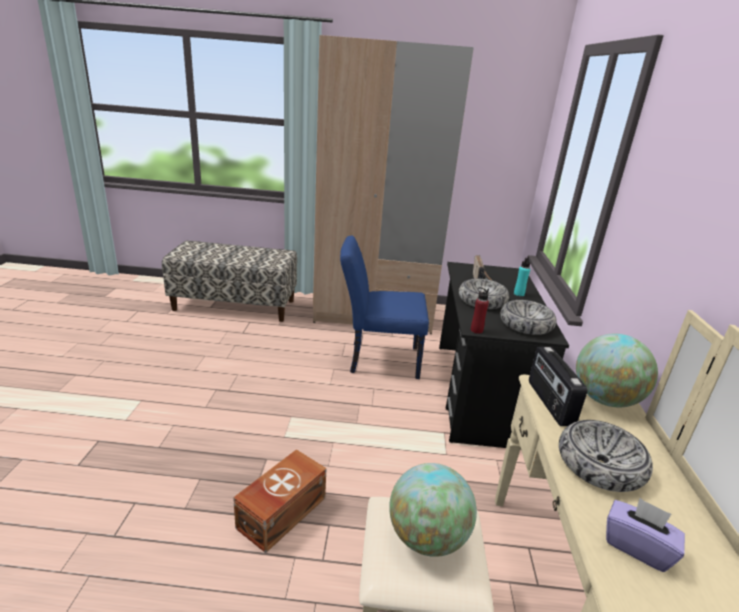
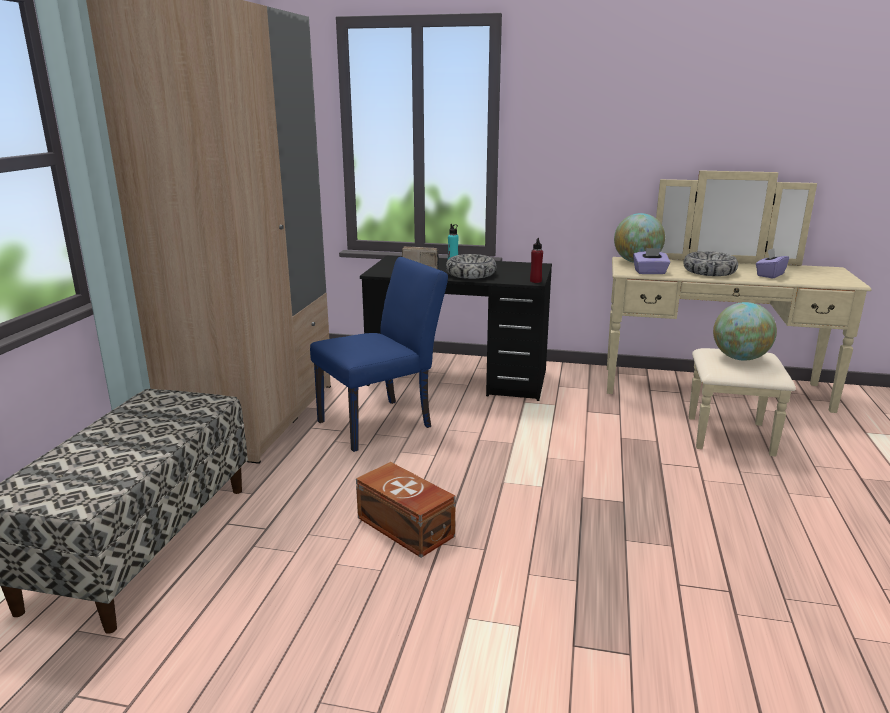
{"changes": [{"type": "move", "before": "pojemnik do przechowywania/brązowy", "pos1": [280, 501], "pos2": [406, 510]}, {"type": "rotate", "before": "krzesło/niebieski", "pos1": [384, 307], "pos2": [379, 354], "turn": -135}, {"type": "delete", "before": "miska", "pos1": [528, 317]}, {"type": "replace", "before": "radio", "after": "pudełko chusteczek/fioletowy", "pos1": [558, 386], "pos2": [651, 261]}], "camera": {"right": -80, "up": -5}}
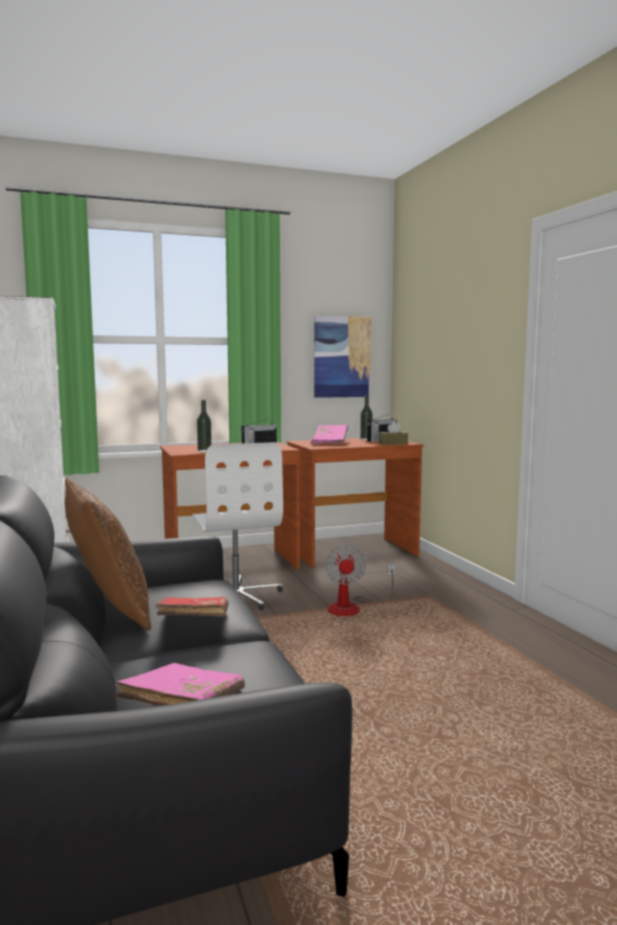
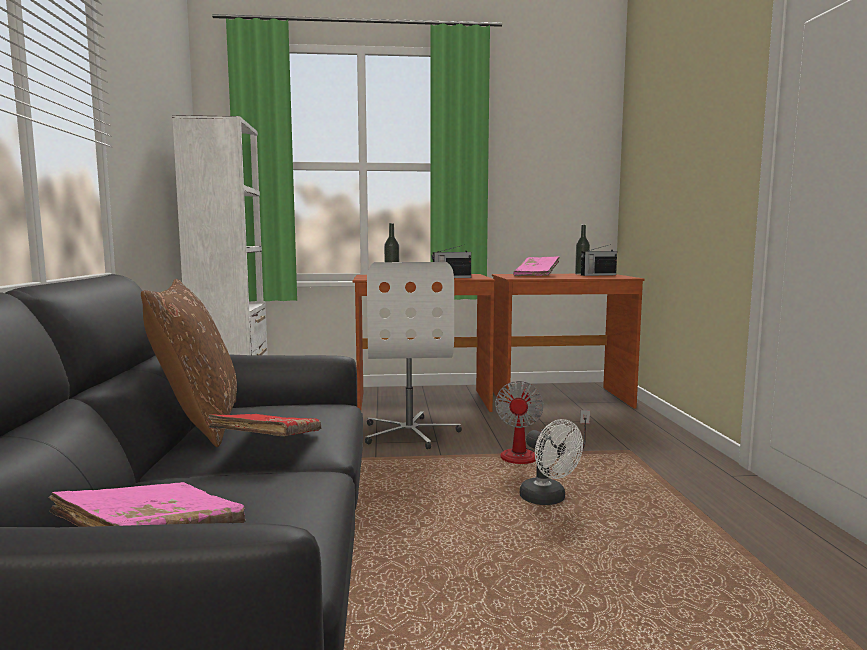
{"changes": [{"type": "delete", "before": "obraz", "pos1": [342, 356]}, {"type": "delete", "before": "pudełko chusteczek/brązowy", "pos1": [393, 433]}, {"type": "insert", "after": "wentylator/biały", "pos2": [551, 462]}], "camera": {"right": 15, "up": 0}}
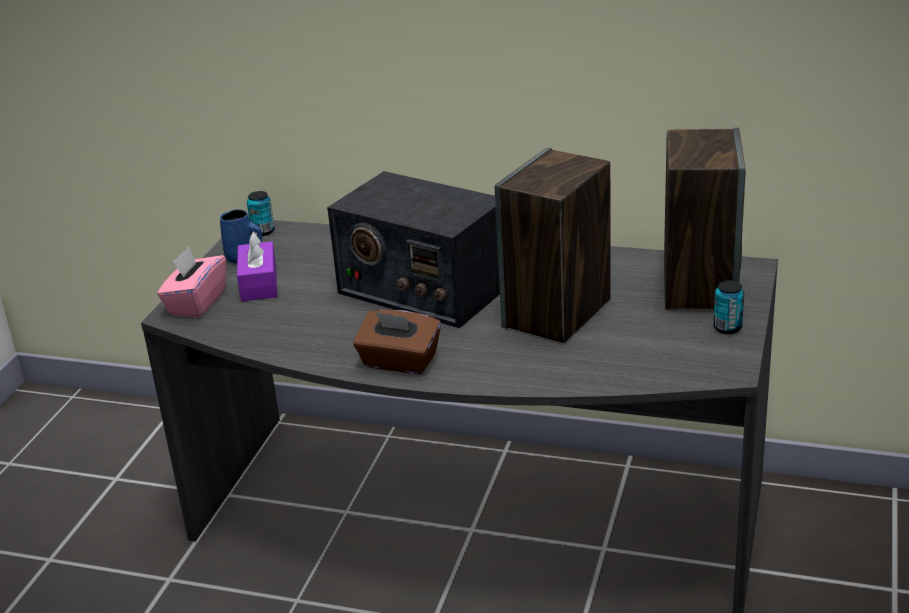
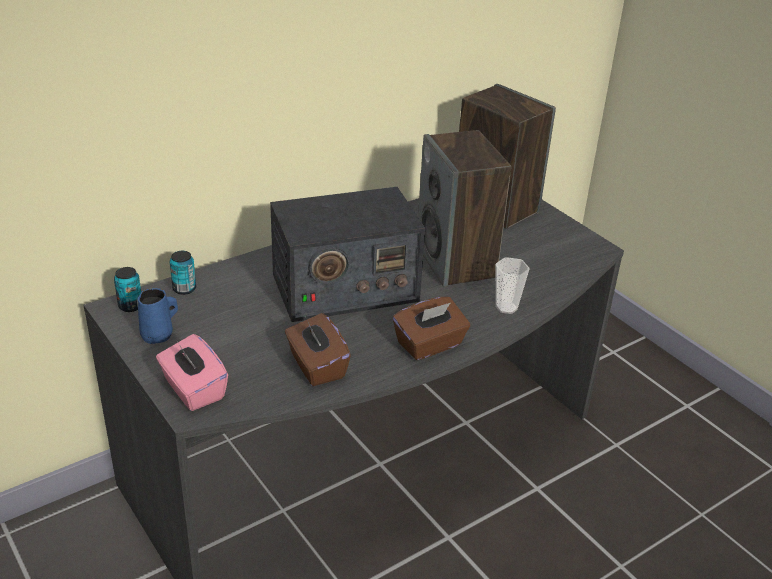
{"changes": [{"type": "delete", "before": "pudełko chusteczek/fioletowy", "pos1": [257, 266]}, {"type": "move", "before": "puszka", "pos1": [729, 307], "pos2": [183, 273]}, {"type": "insert", "after": "pudełko chusteczek/brązowy", "pos2": [318, 349]}, {"type": "insert", "after": "filiżanka", "pos2": [512, 285]}], "camera": {"right": -55, "up": 5}}
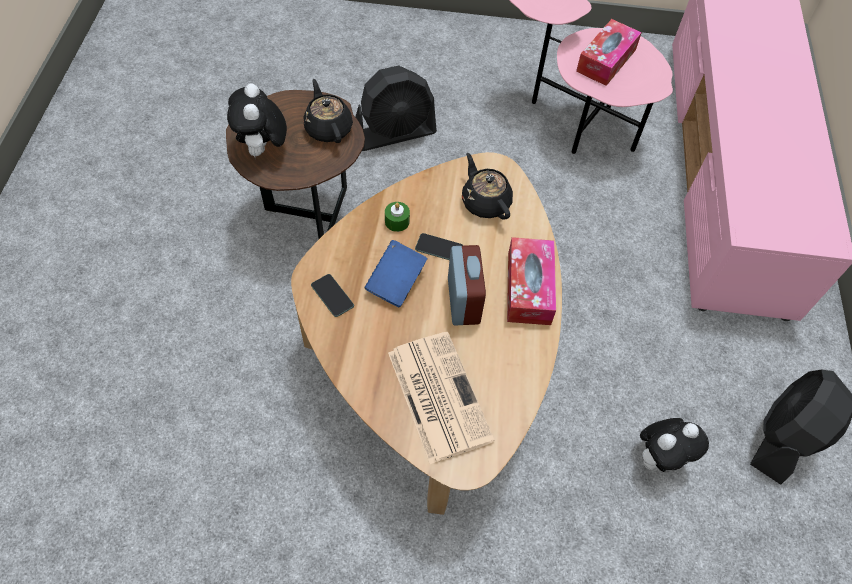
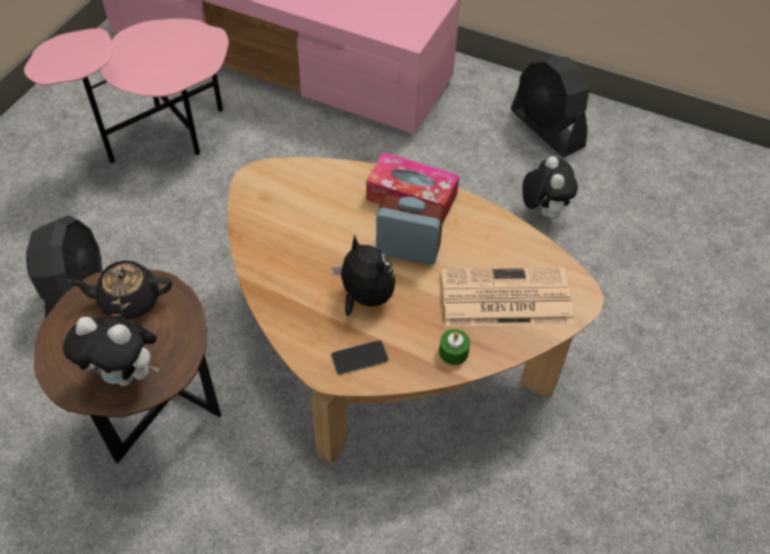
{"changes": [{"type": "replace", "before": "książka/niebieski", "after": "pluszak", "pos1": [396, 273], "pos2": [364, 275]}, {"type": "move", "before": "świeca/zielony", "pos1": [397, 217], "pos2": [454, 347]}, {"type": "delete", "before": "telefon", "pos1": [439, 246]}, {"type": "delete", "before": "imbryk/czarny", "pos1": [487, 186]}, {"type": "delete", "before": "pudełko chusteczek", "pos1": [609, 52]}], "camera": {"right": -70, "up": -5}}
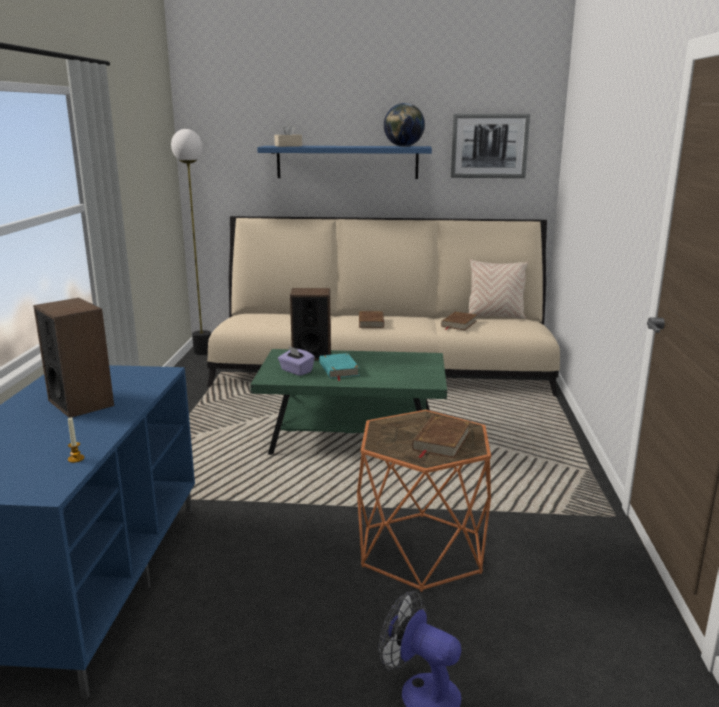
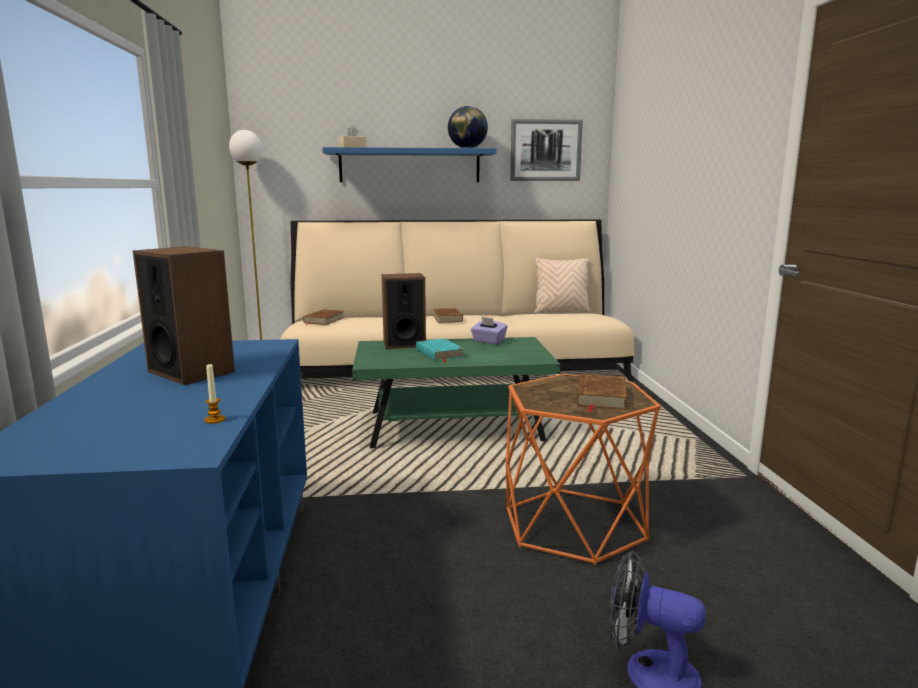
{"changes": [{"type": "move", "before": "pudełko chusteczek/fioletowy", "pos1": [296, 361], "pos2": [489, 330]}, {"type": "move", "before": "książka/brązowy", "pos1": [459, 321], "pos2": [323, 317]}], "camera": {"right": -10, "up": -5}}
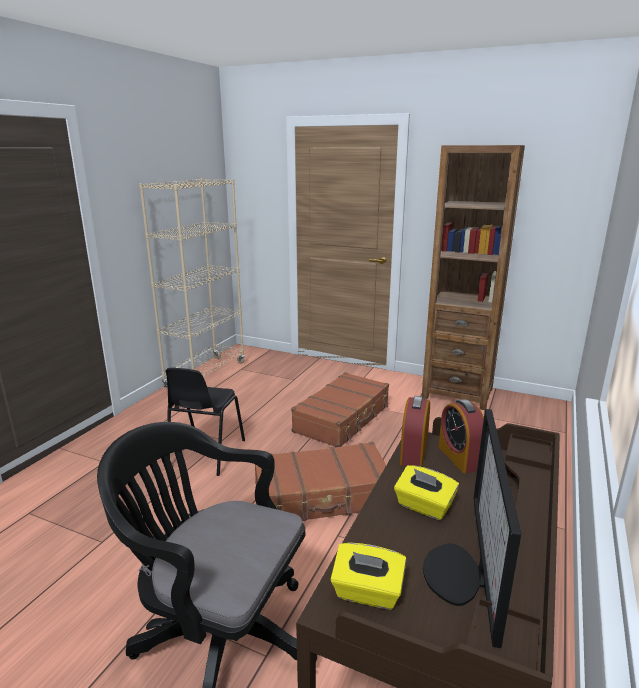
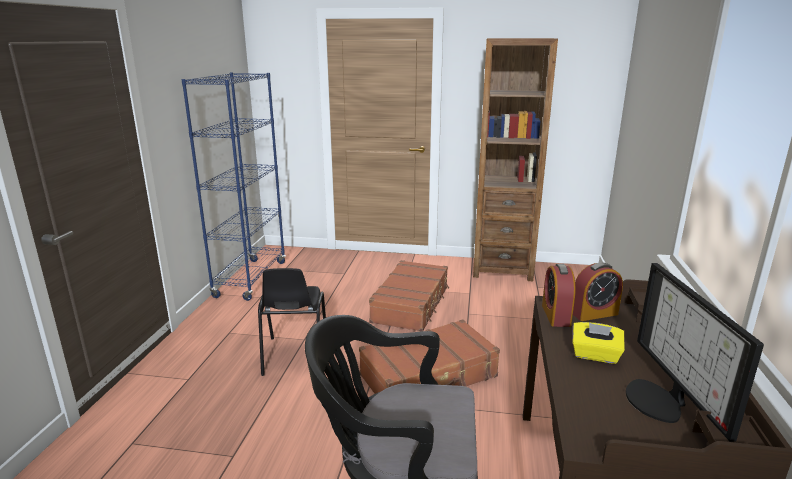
{"changes": [{"type": "recolor", "before": "regał/beżowy", "after": "regał/niebieski", "pos1": [192, 283], "pos2": [233, 186]}, {"type": "delete", "before": "pudełko chusteczek/żółty", "pos1": [368, 576]}, {"type": "rotate", "before": "budzik", "pos1": [461, 436], "pos2": [598, 291], "turn": -75}], "camera": {"right": -15, "up": 0}}
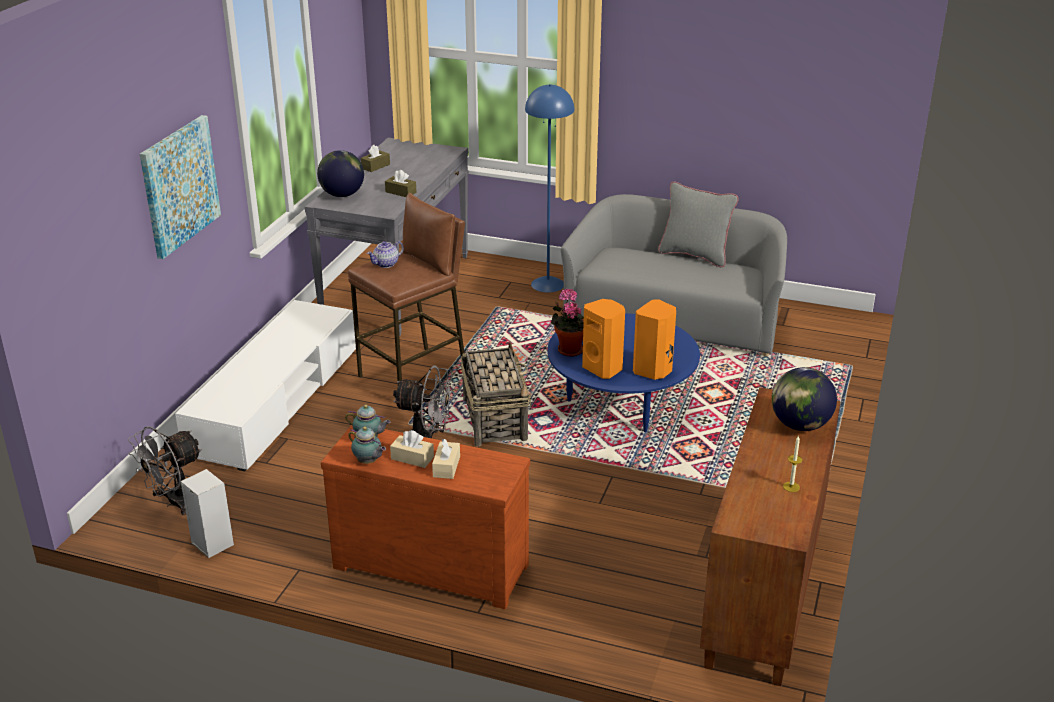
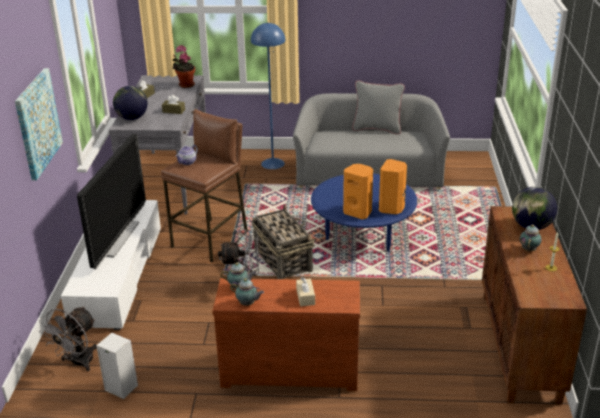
{"changes": [{"type": "delete", "before": "pudełko chusteczek/beżowy", "pos1": [412, 449]}, {"type": "move", "before": "roślina doniczkowa", "pos1": [567, 323], "pos2": [184, 66]}, {"type": "insert", "after": "telewizor", "pos2": [111, 201]}, {"type": "insert", "after": "imbryk", "pos2": [531, 238]}], "camera": {"right": -15, "up": 0}}
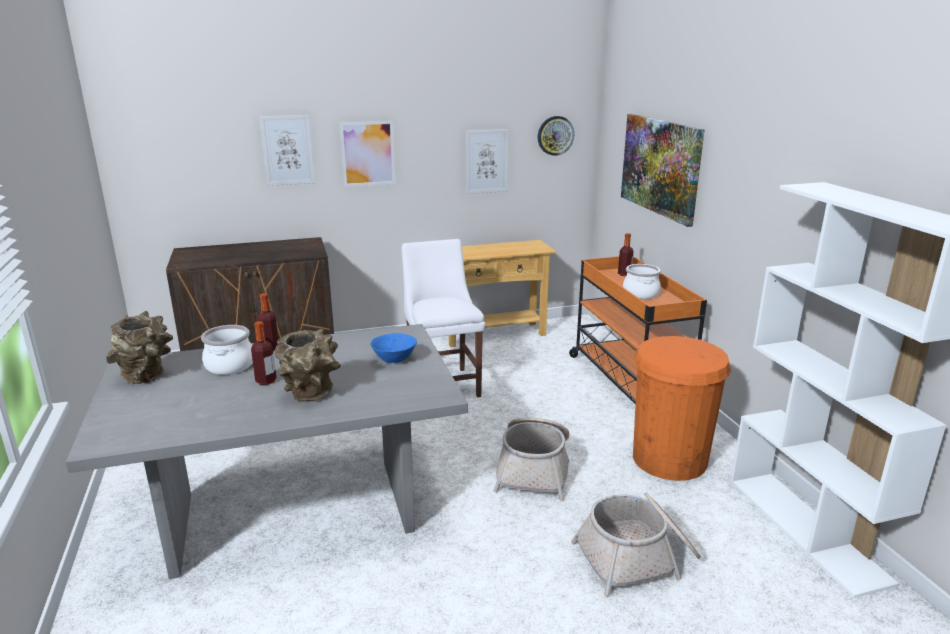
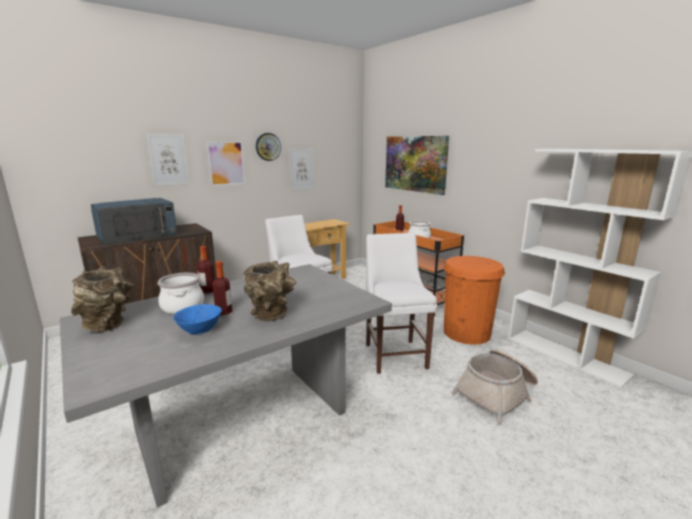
{"changes": [{"type": "move", "before": "miska/niebieski", "pos1": [393, 348], "pos2": [197, 319]}, {"type": "replace", "before": "koszyk", "after": "krzesło/biały", "pos1": [531, 459], "pos2": [401, 303]}, {"type": "move", "before": "zegar ścienny", "pos1": [556, 136], "pos2": [268, 147]}, {"type": "insert", "after": "mikrofalówka/niebieski", "pos2": [134, 221]}], "camera": {"right": -20, "up": -5}}
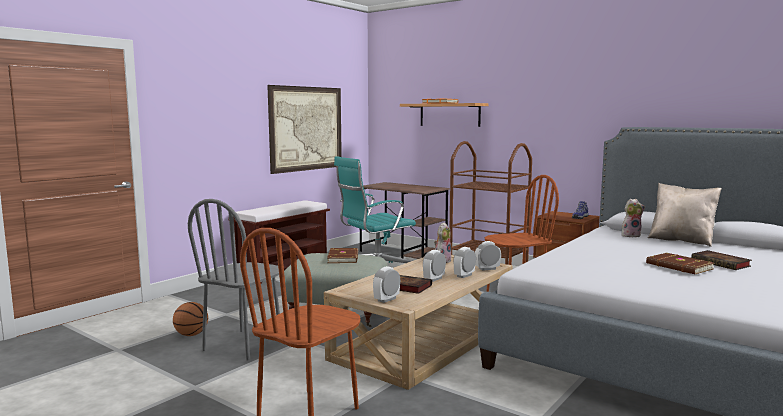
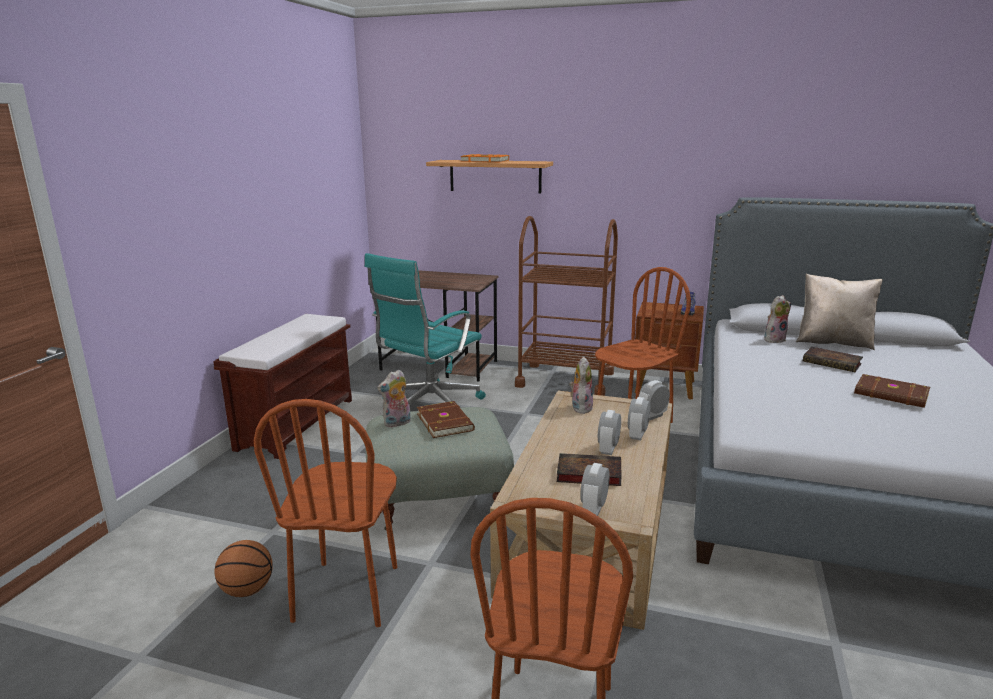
{"changes": [{"type": "recolor", "before": "krzesło/szary", "after": "krzesło/brązowy", "pos1": [234, 280], "pos2": [325, 513]}, {"type": "delete", "before": "obraz", "pos1": [304, 129]}, {"type": "move", "before": "książka", "pos1": [721, 260], "pos2": [833, 359]}, {"type": "insert", "after": "pluszak", "pos2": [394, 398]}], "camera": {"right": -20, "up": 10}}
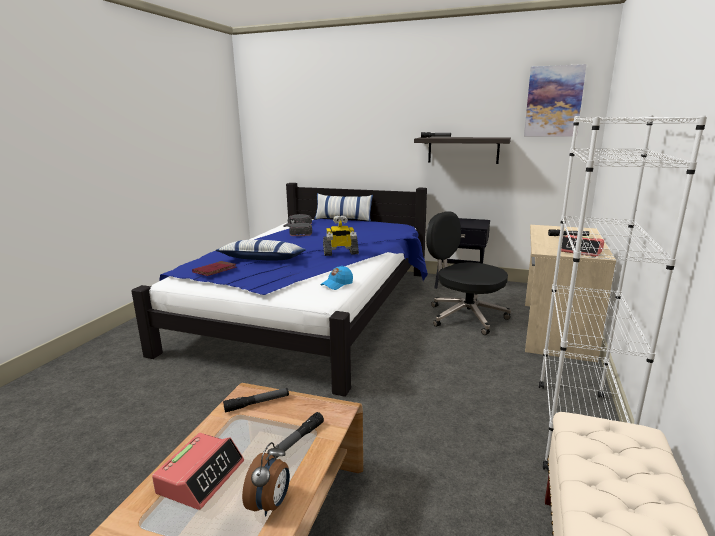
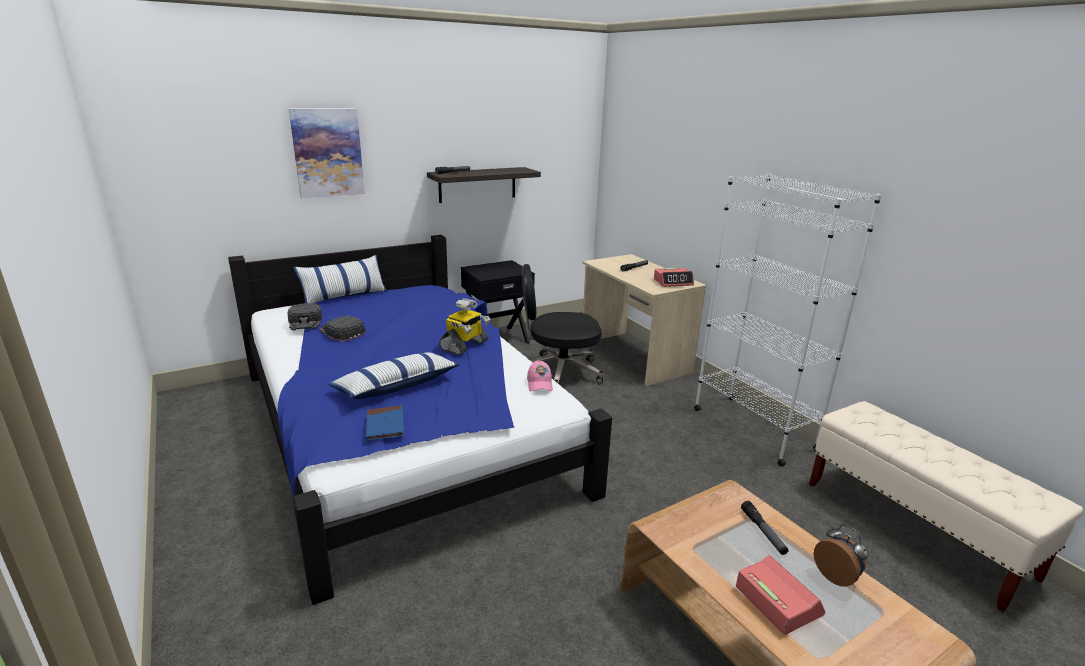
{"changes": [{"type": "recolor", "before": "książka/czerwony", "after": "książka/niebieski", "pos1": [214, 268], "pos2": [385, 423]}, {"type": "delete", "before": "latarka", "pos1": [256, 400]}, {"type": "recolor", "before": "czapka z daszkiem/niebieski", "after": "czapka z daszkiem/różowy", "pos1": [336, 278], "pos2": [540, 376]}, {"type": "move", "before": "obraz", "pos1": [555, 100], "pos2": [327, 153]}], "camera": {"right": -50, "up": 5}}
